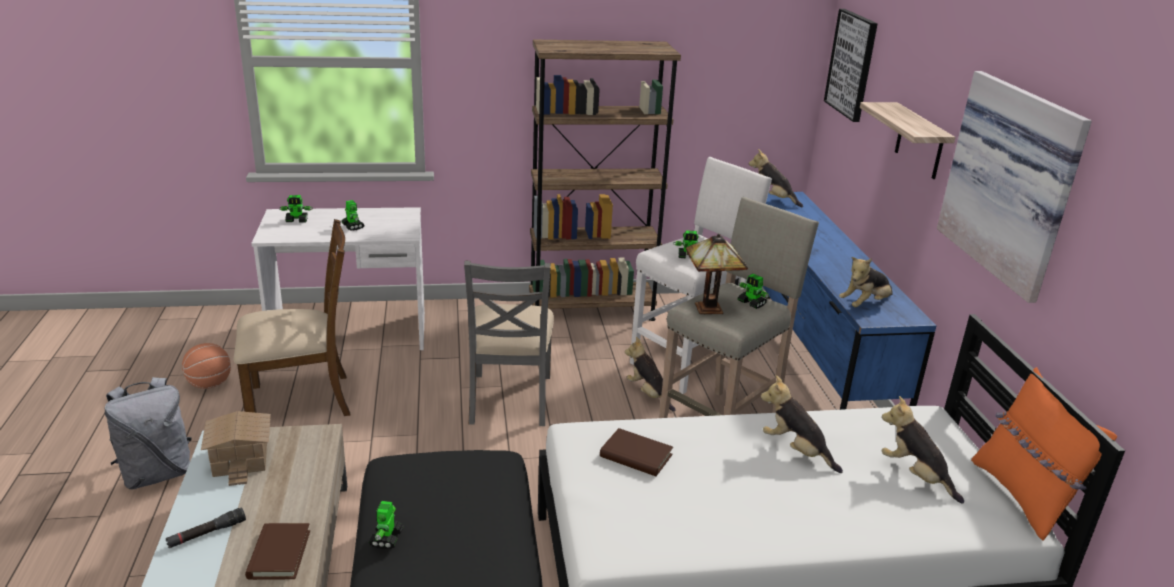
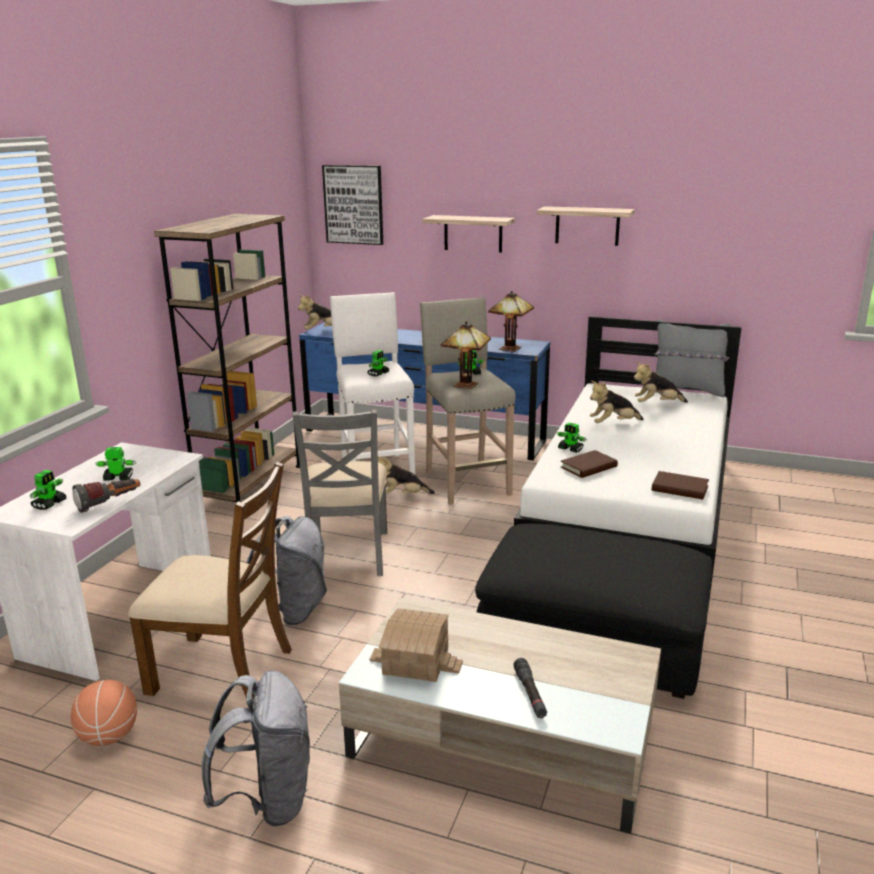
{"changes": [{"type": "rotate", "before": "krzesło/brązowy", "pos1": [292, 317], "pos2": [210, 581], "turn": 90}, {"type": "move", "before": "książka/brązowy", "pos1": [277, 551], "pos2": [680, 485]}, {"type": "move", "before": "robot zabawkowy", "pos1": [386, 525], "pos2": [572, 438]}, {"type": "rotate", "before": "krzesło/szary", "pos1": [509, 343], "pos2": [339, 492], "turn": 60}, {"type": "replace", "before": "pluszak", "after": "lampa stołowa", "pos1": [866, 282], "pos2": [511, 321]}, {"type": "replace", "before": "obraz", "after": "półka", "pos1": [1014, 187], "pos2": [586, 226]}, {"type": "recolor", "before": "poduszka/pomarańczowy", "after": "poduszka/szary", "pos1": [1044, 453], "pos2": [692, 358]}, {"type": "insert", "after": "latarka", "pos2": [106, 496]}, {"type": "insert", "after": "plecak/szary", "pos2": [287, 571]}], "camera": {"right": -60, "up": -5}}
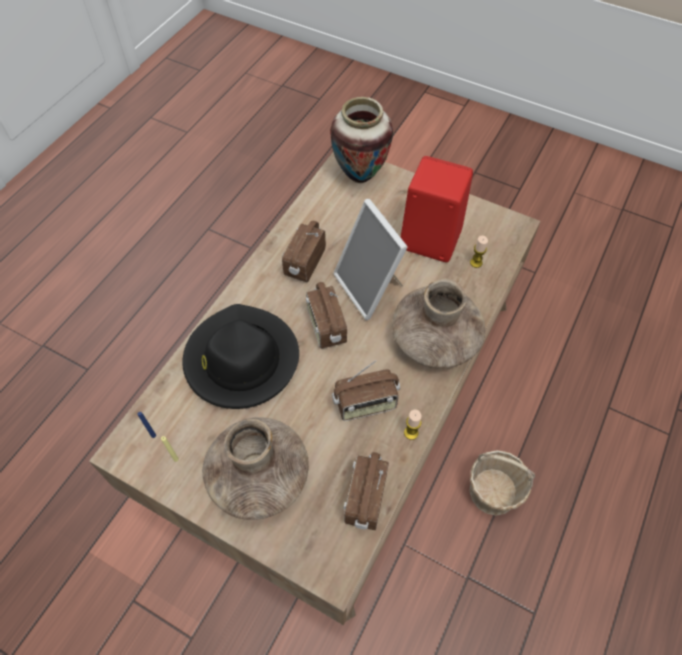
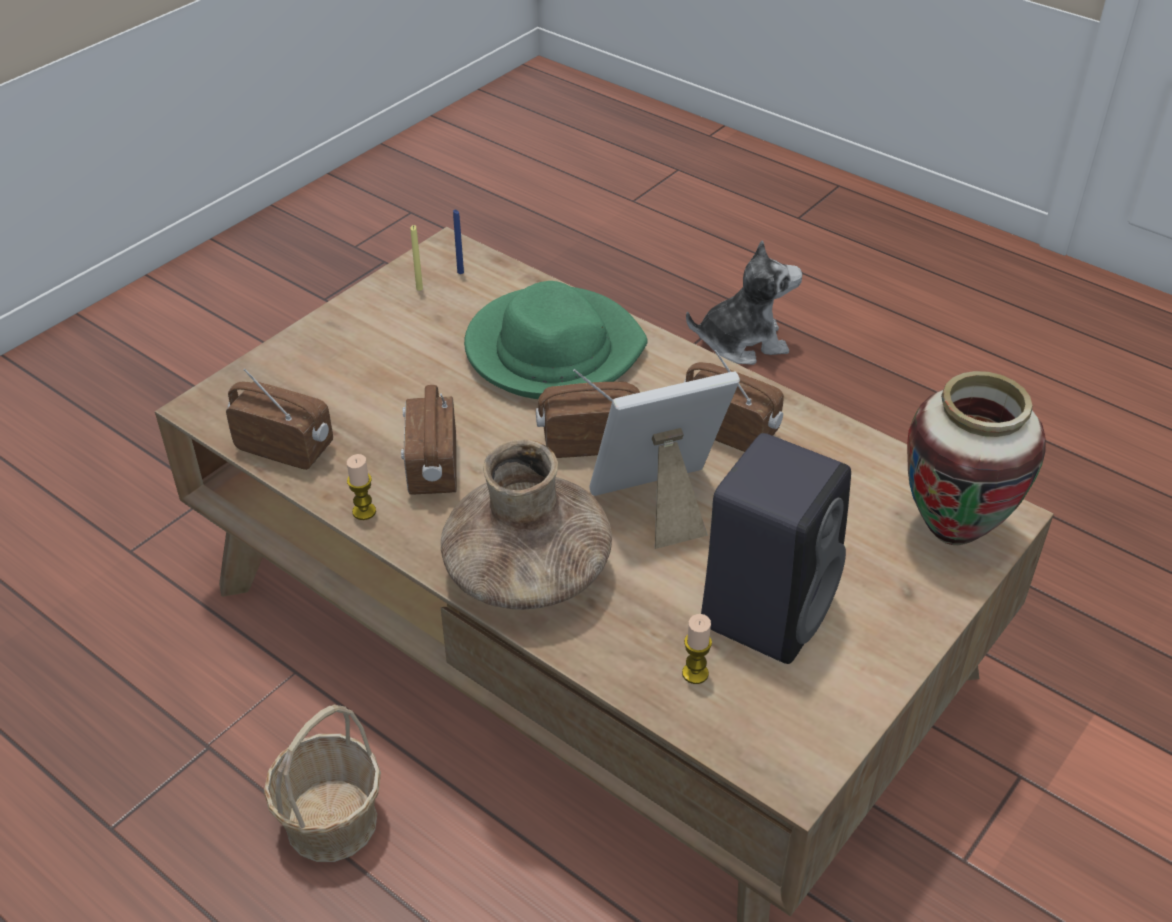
{"changes": [{"type": "recolor", "before": "kapelusz/czarny", "after": "kapelusz/zielony", "pos1": [240, 356], "pos2": [556, 340]}, {"type": "delete", "before": "wazon/brązowy", "pos1": [255, 468]}, {"type": "recolor", "before": "głośnik/czerwony", "after": "głośnik/czarny", "pos1": [437, 209], "pos2": [776, 548]}, {"type": "insert", "after": "pluszak", "pos2": [744, 302]}], "camera": {"right": 100, "up": -15}}
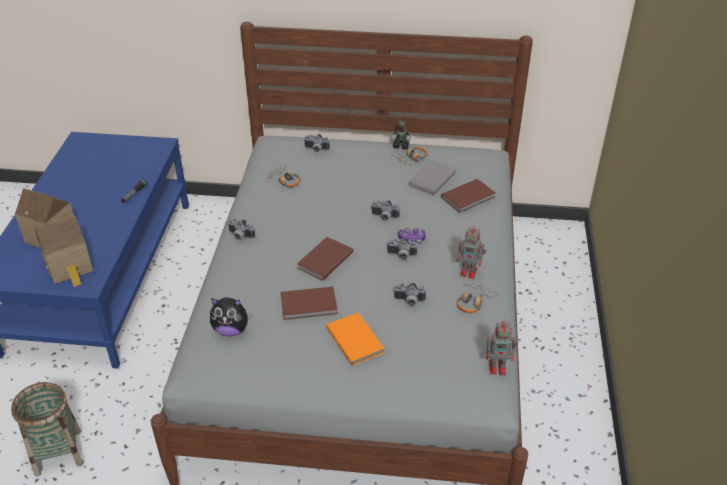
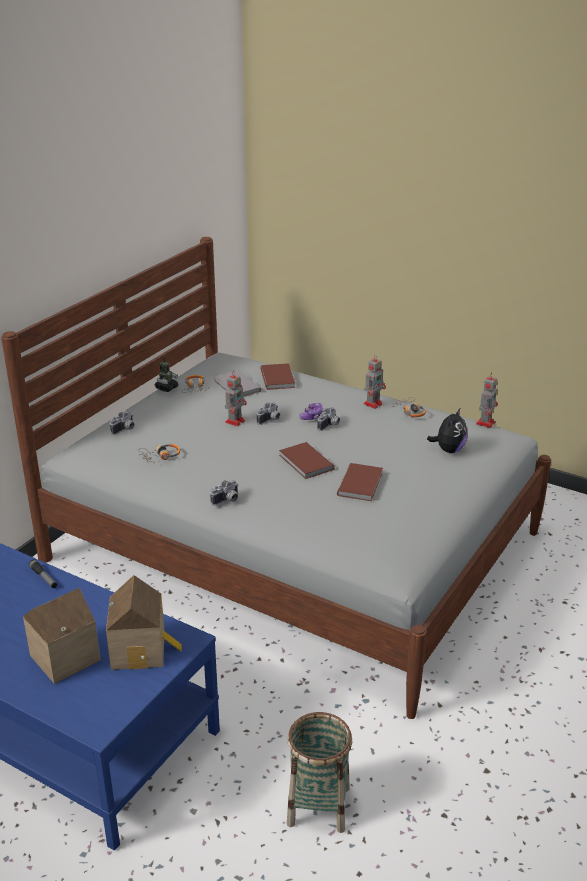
{"changes": [{"type": "move", "before": "pluszak", "pos1": [231, 317], "pos2": [447, 431]}, {"type": "delete", "before": "książka/pomarańczowy", "pos1": [355, 339]}, {"type": "delete", "before": "aparat fotograficzny", "pos1": [410, 294]}, {"type": "insert", "after": "robot zabawkowy", "pos2": [236, 399]}], "camera": {"right": -65, "up": -10}}
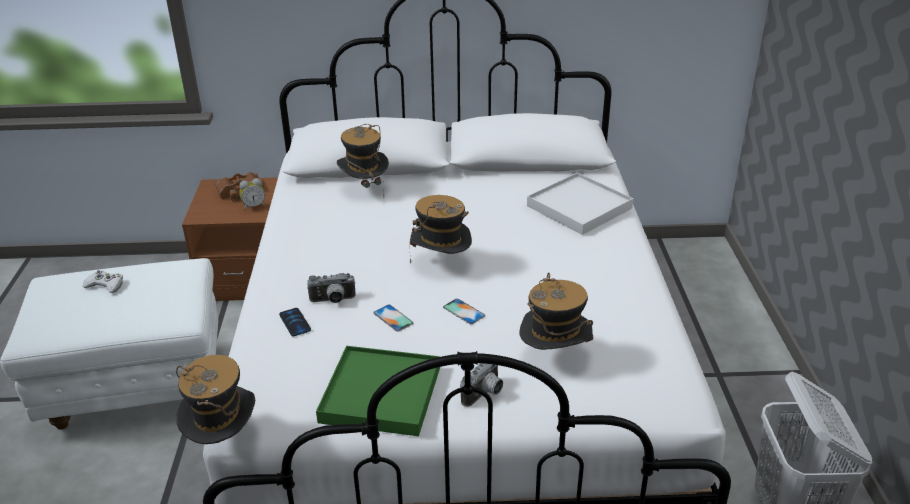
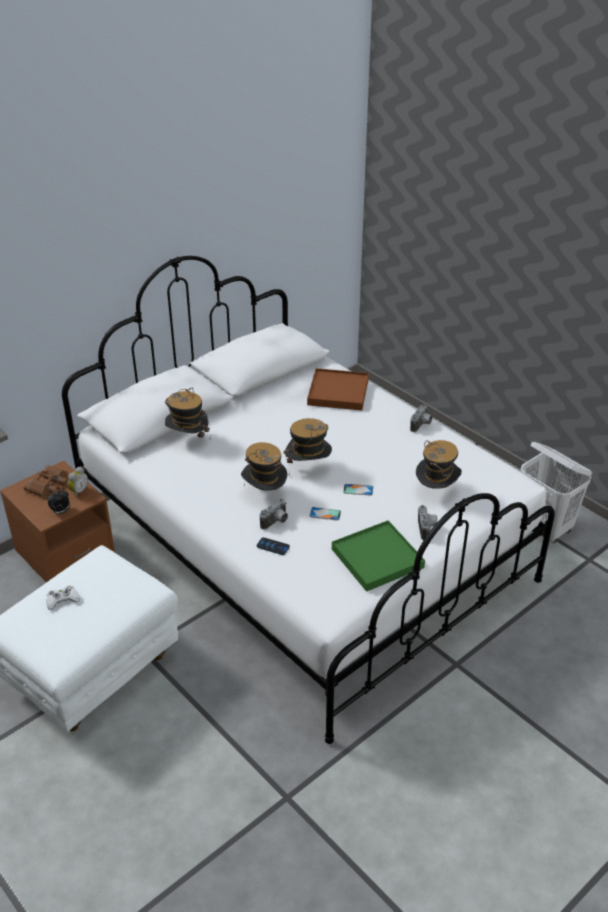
{"changes": [{"type": "move", "before": "kapelusz", "pos1": [215, 399], "pos2": [264, 466]}, {"type": "recolor", "before": "taca/biały", "after": "taca/brązowy", "pos1": [580, 203], "pos2": [338, 389]}, {"type": "insert", "after": "budzik", "pos2": [58, 502]}, {"type": "insert", "after": "aparat fotograficzny", "pos2": [421, 418]}], "camera": {"right": -40, "up": 5}}
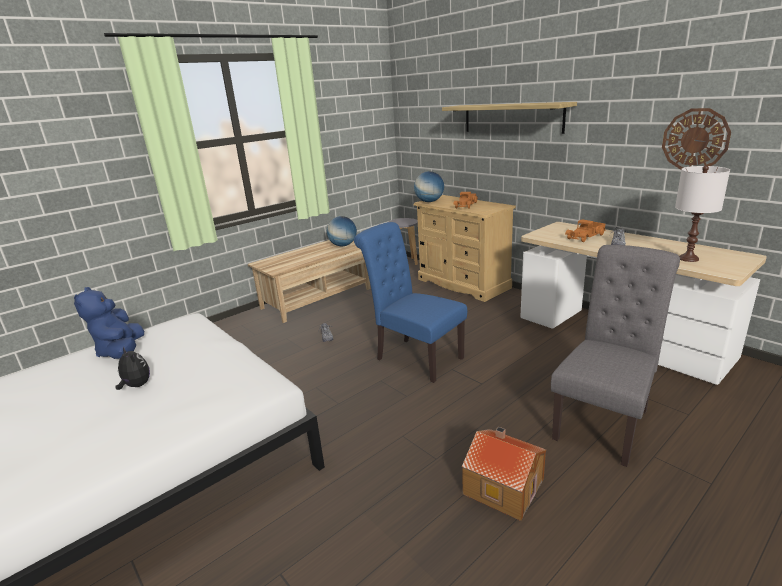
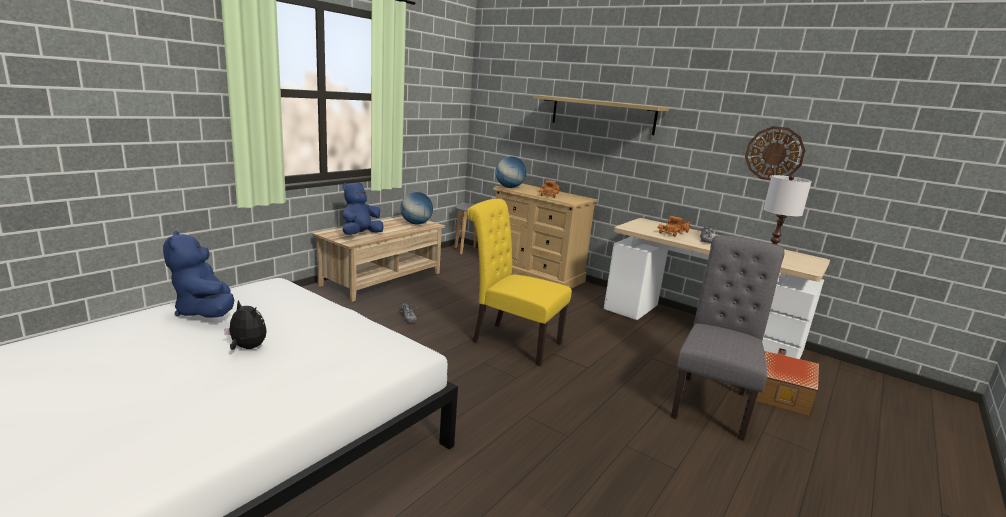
{"changes": [{"type": "recolor", "before": "krzesło/niebieski", "after": "krzesło/żółty", "pos1": [410, 302], "pos2": [519, 282]}, {"type": "move", "before": "domek", "pos1": [504, 474], "pos2": [787, 382]}, {"type": "insert", "after": "pluszak/niebieski", "pos2": [363, 208]}], "camera": {"right": -15, "up": -5}}
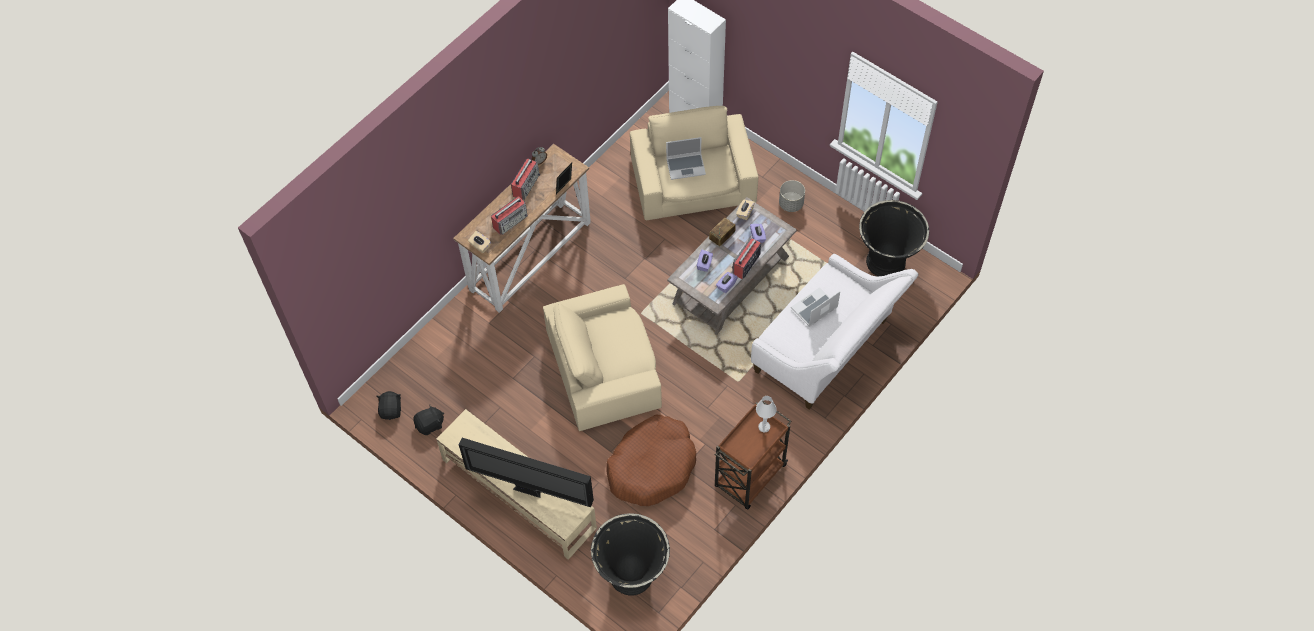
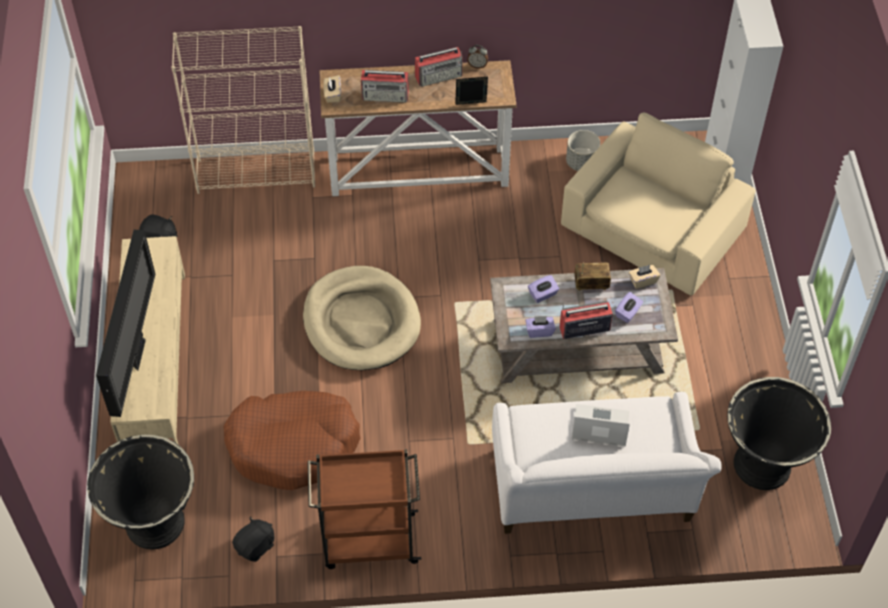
{"changes": [{"type": "move", "before": "pluszak/czarny", "pos1": [389, 405], "pos2": [253, 539]}, {"type": "rotate", "before": "telewizor", "pos1": [526, 472], "pos2": [125, 323], "turn": -150}, {"type": "replace", "before": "fotel/beżowy", "after": "legowisko/beżowy", "pos1": [602, 357], "pos2": [362, 318]}, {"type": "delete", "before": "laptop", "pos1": [686, 158]}, {"type": "delete", "before": "lampa stołowa/biały", "pos1": [766, 414]}, {"type": "move", "before": "donica/szary", "pos1": [792, 196], "pos2": [583, 150]}, {"type": "insert", "after": "regał/beżowy", "pos2": [243, 110]}], "camera": {"right": 45, "up": -5}}
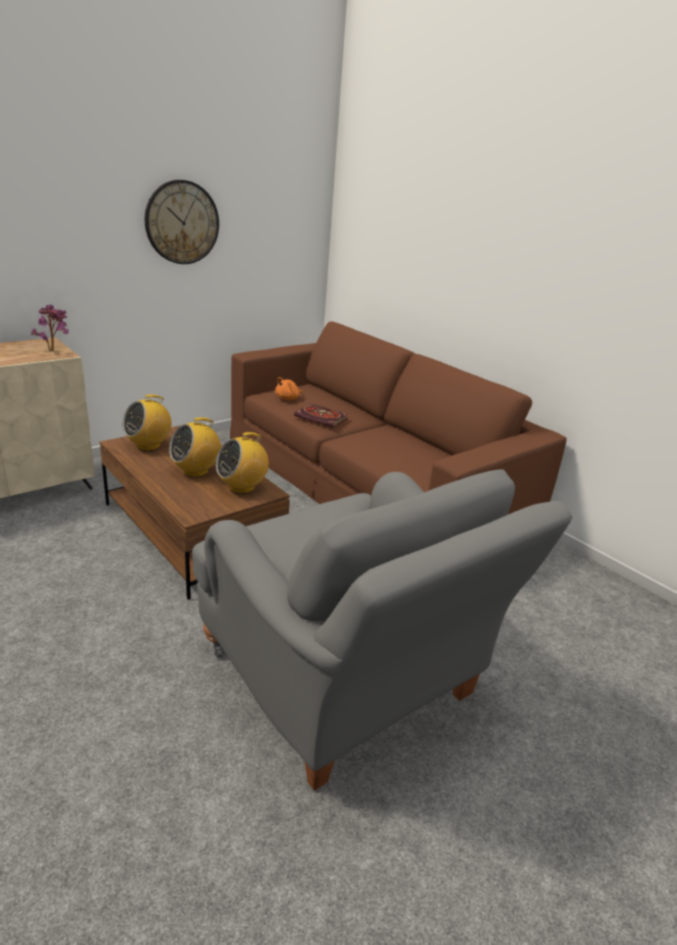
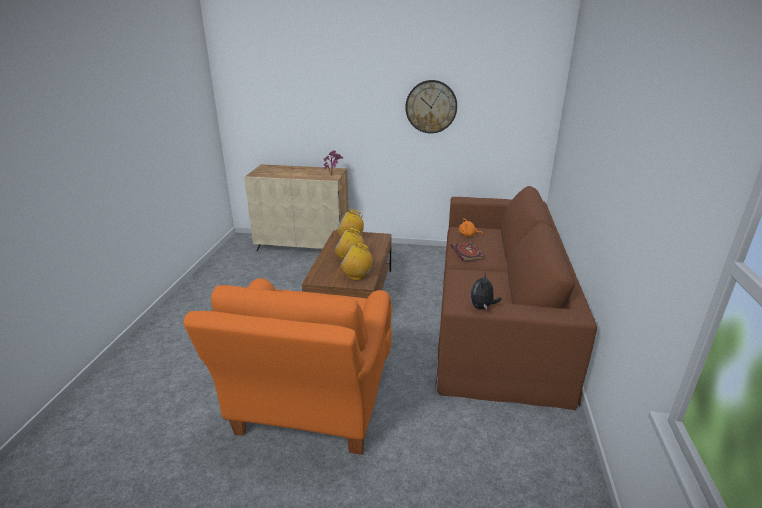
{"changes": [{"type": "recolor", "before": "fotel/szary", "after": "fotel/pomarańczowy", "pos1": [382, 630], "pos2": [288, 366]}, {"type": "insert", "after": "pluszak", "pos2": [485, 291]}], "camera": {"right": 50, "up": 0}}
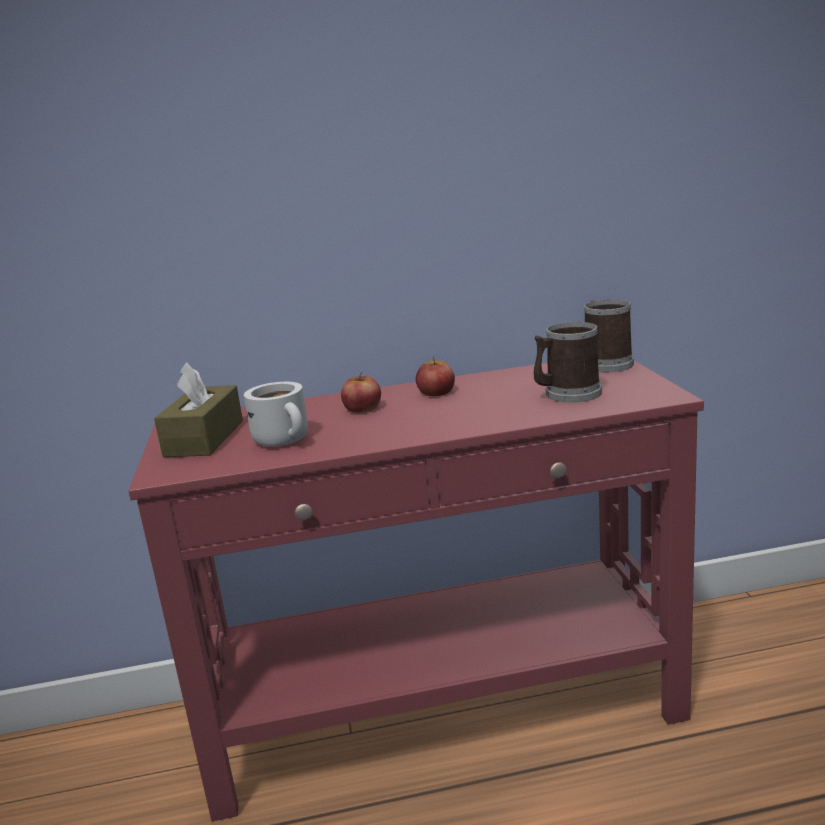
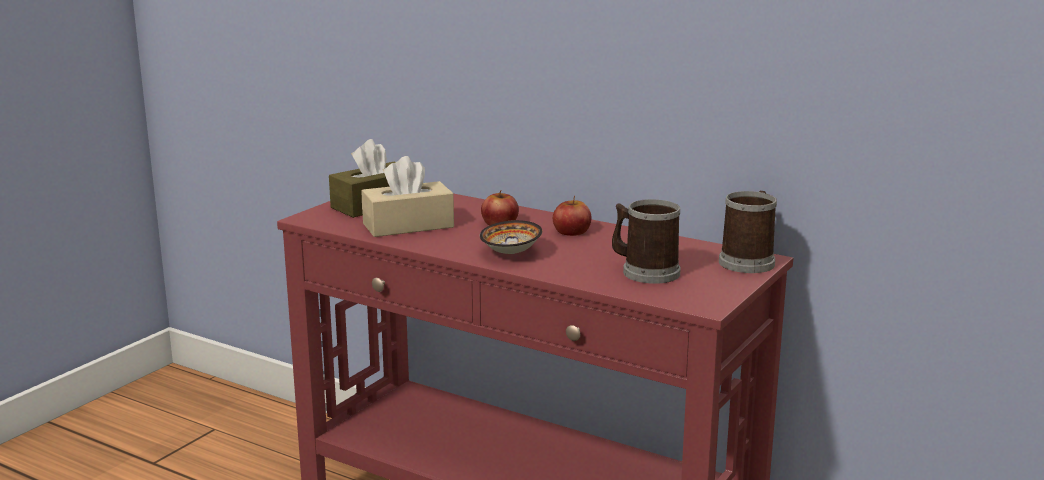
{"changes": [{"type": "replace", "before": "kubek/biały", "after": "pudełko chusteczek/beżowy", "pos1": [276, 414], "pos2": [407, 196]}, {"type": "insert", "after": "miska", "pos2": [511, 237]}], "camera": {"right": 40, "up": 0}}
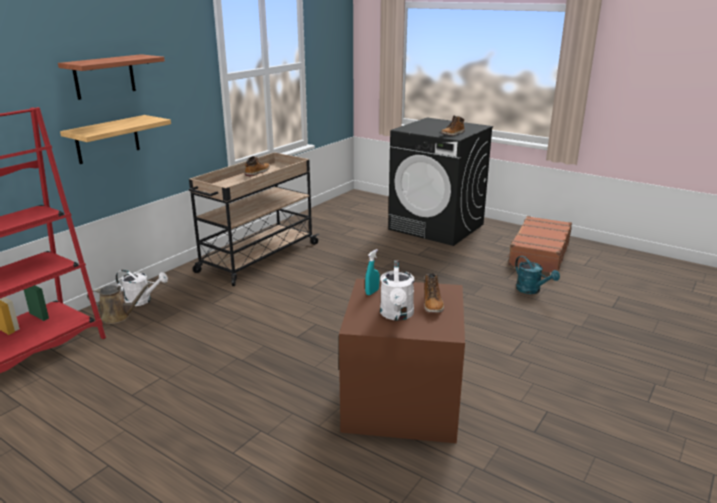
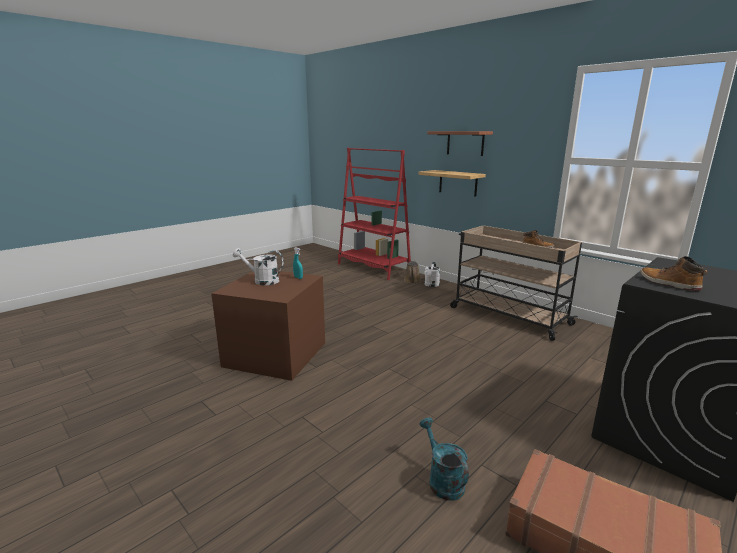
{"changes": [{"type": "delete", "before": "but z cholewką", "pos1": [434, 293]}, {"type": "rotate", "before": "konewka/turkusowy", "pos1": [537, 275], "pos2": [444, 459], "turn": 90}], "camera": {"right": 100, "up": -5}}
